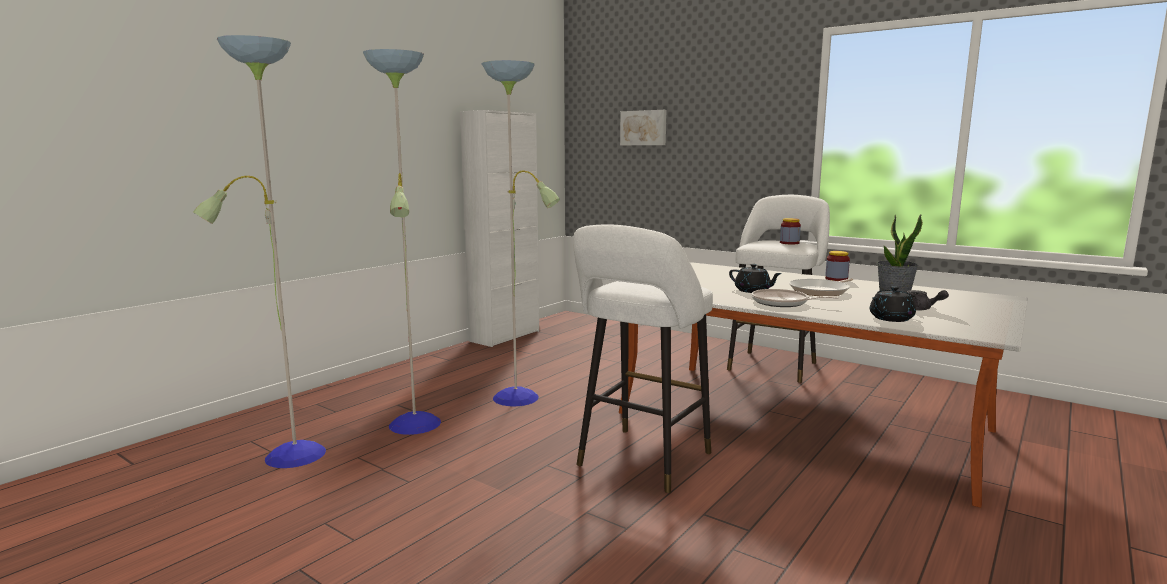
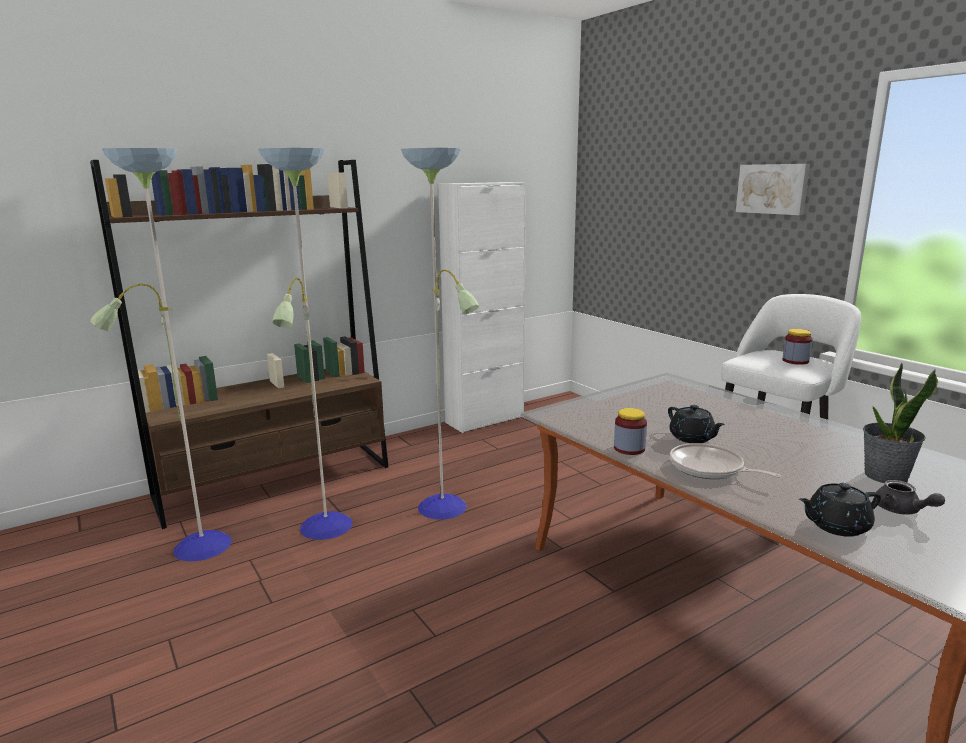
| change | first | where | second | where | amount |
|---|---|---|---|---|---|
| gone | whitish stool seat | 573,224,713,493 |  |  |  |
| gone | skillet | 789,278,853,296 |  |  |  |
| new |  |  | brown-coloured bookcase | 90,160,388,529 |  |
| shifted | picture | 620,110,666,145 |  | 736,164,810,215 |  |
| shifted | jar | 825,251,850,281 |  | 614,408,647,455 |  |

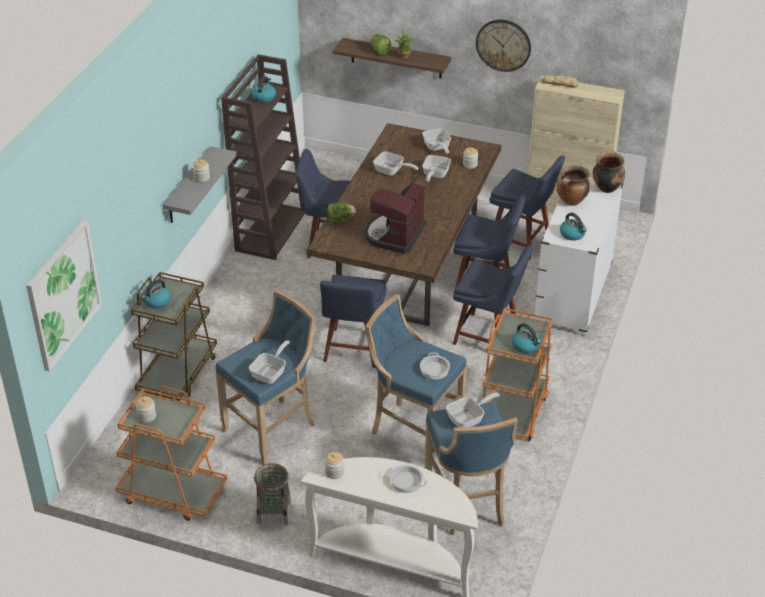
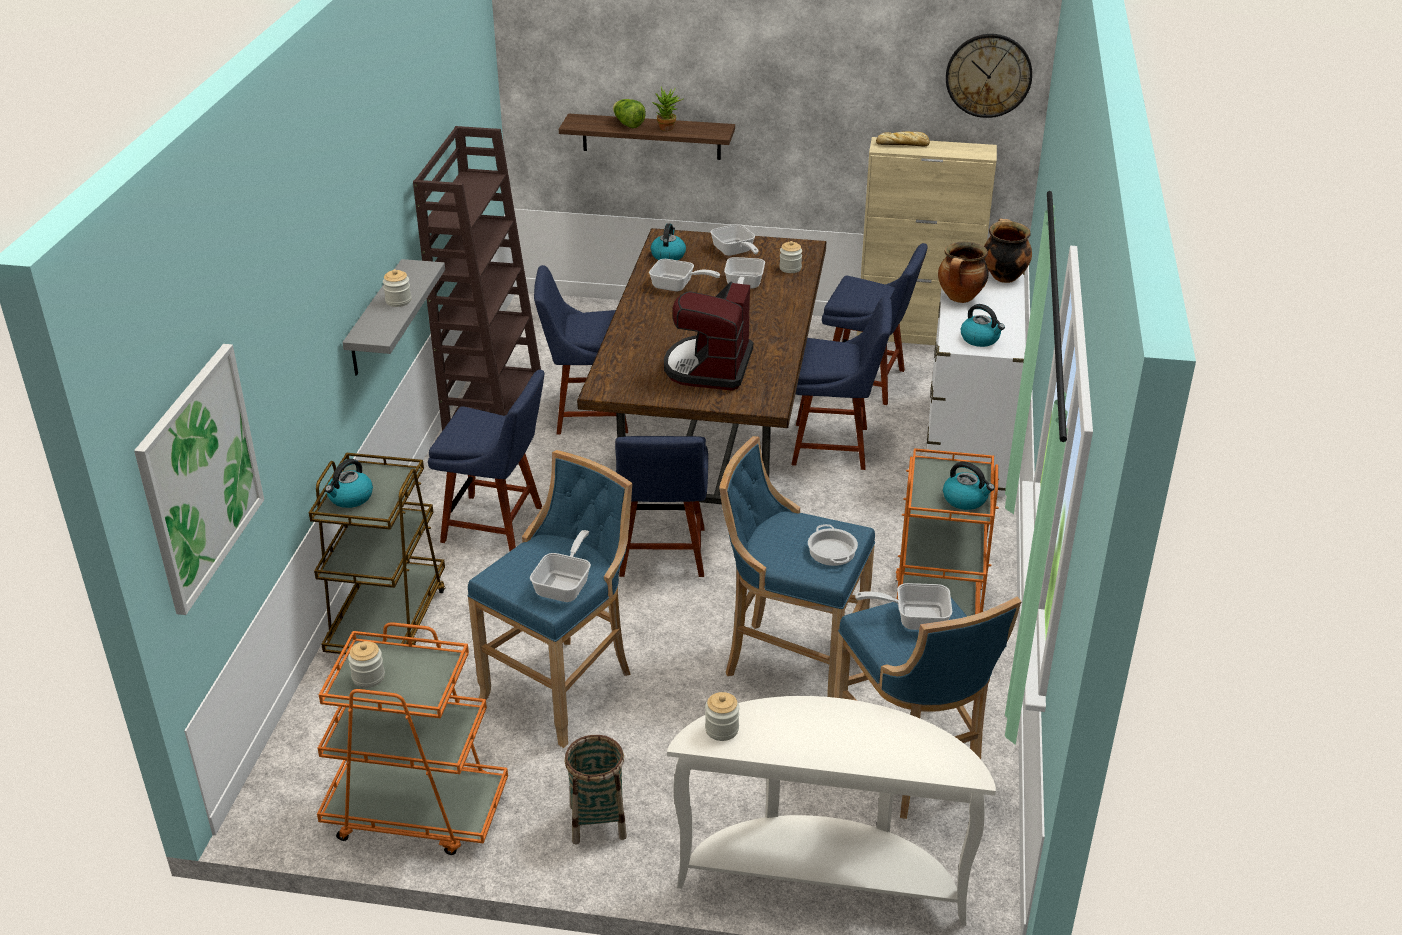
| change | first | where | second | where | amount |
|---|---|---|---|---|---|
| gone | lettuce head | 327,203,356,223 |  |  |  |
| gone | saucepot | 386,465,427,493 |  |  |  |
| shifted | kettle | 252,76,276,103 |  | 651,223,686,260 |  |
| shifted | blue-coloured upright chair | 453,245,533,345 |  | 428,370,544,551 |  |
| shifted | wall clock | 476,19,531,72 |  | 946,34,1032,118 |  |
| rotated | skillet | 446,393,500,427 |  | 855,583,952,630 | 135 degrees counterclockwise |

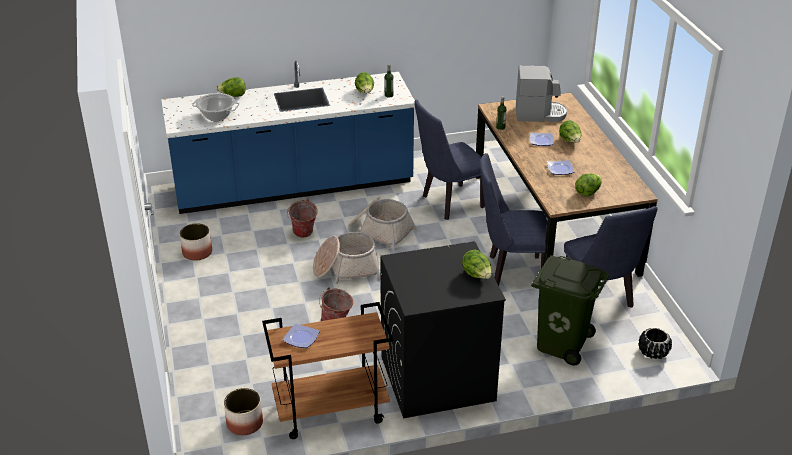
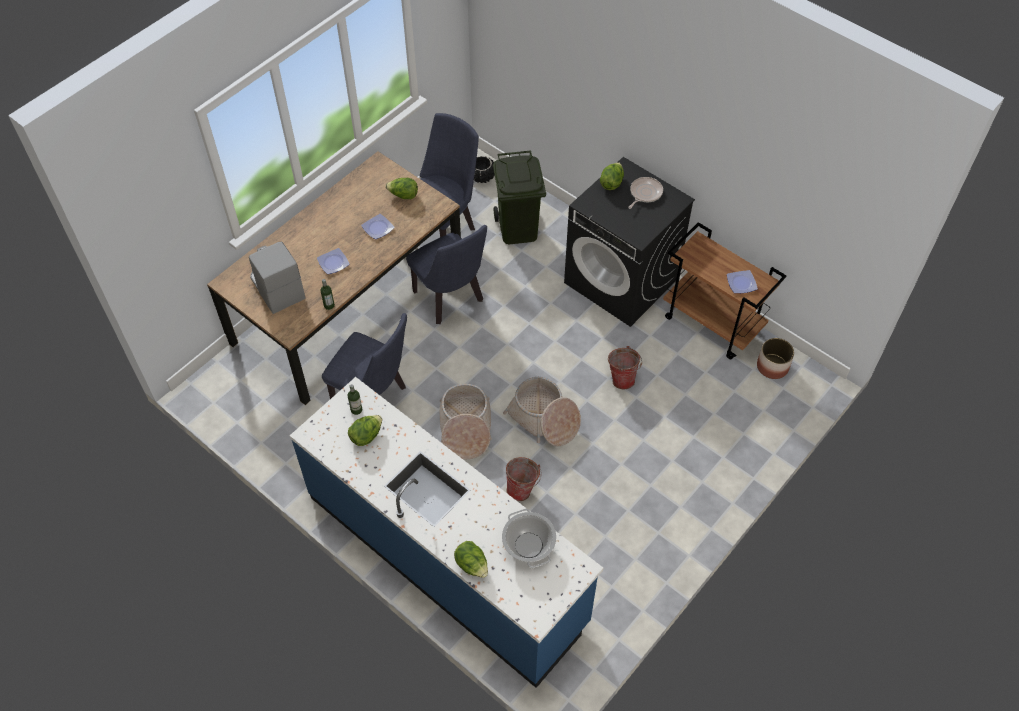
| change | first | where | second | where | amount |
|---|---|---|---|---|---|
| gone | planter | 180,223,212,261 |  |  |  |
| gone | lettuce head | 559,120,581,143 |  |  |  |
| new |  |  | skillet | 628,177,663,209 |  |

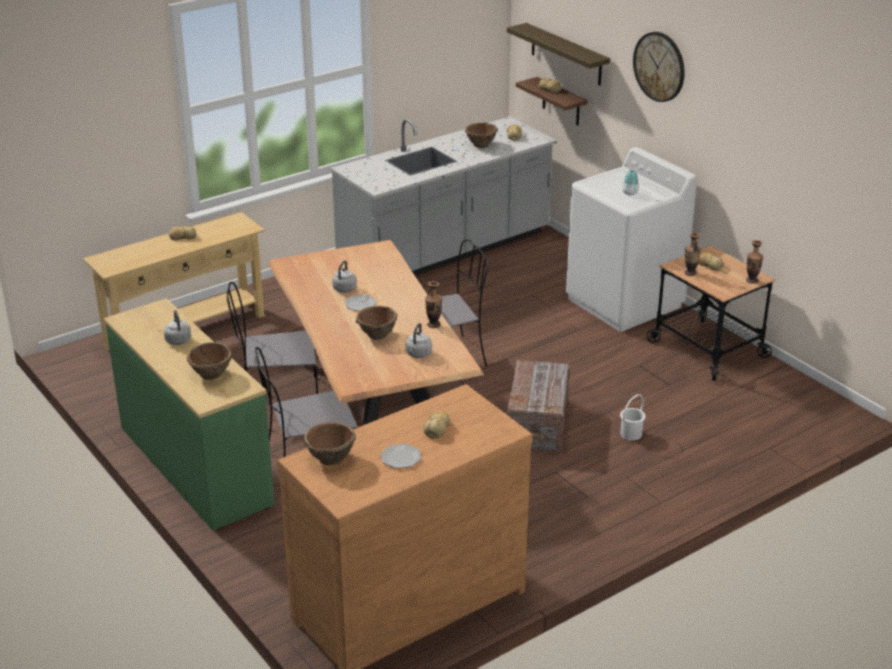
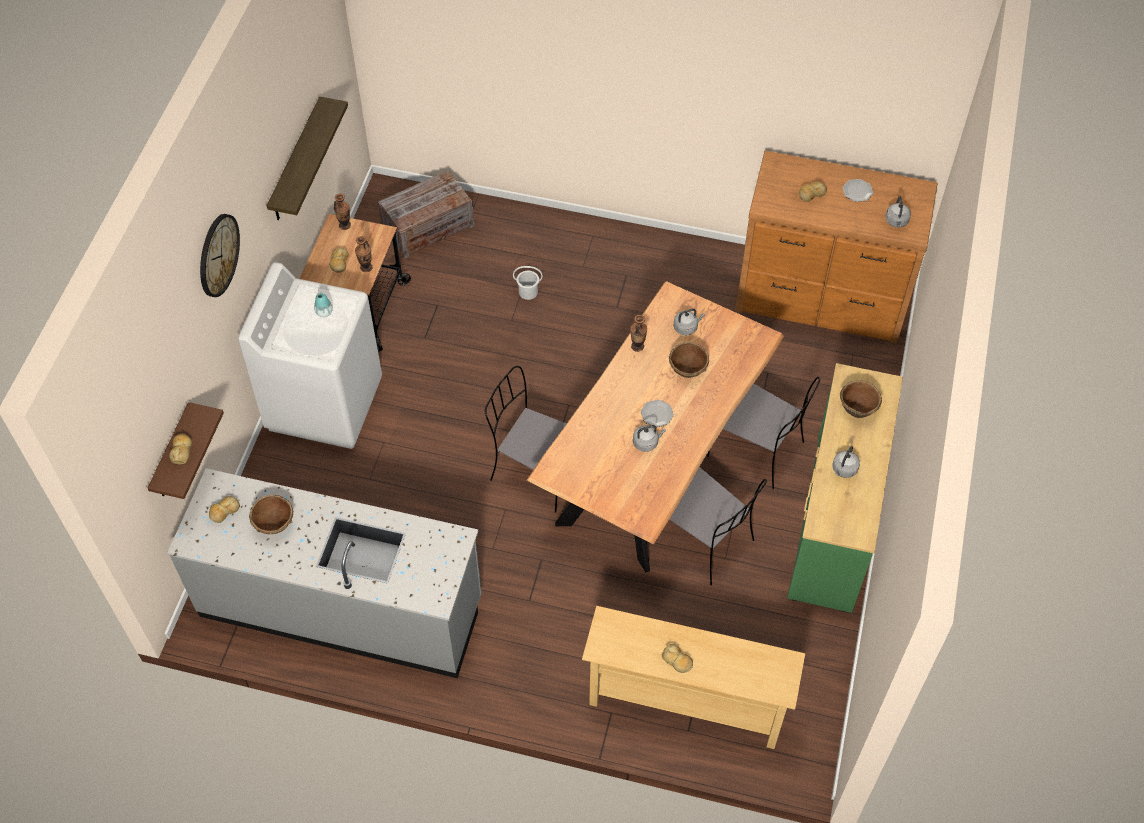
| change | first | where | second | where | amount |
|---|---|---|---|---|---|
| shifted | shelf | 507,23,610,85 |  | 267,96,348,220 |  |
| shifted | crate | 507,360,570,453 |  | 378,170,474,259 |  |
| swapped | brown-coloured serving bowl | 304,422,356,466 | greyish kettle | 885,196,911,228 |  |

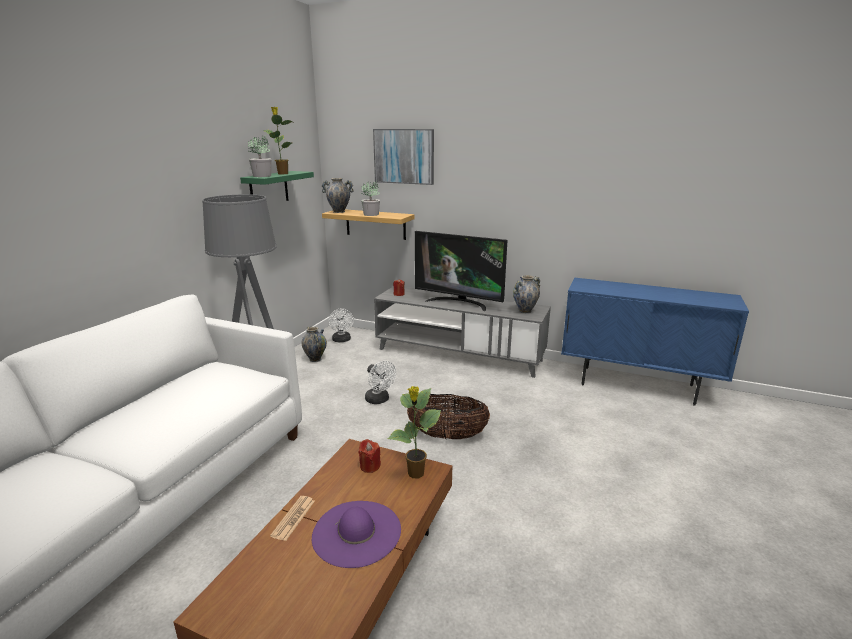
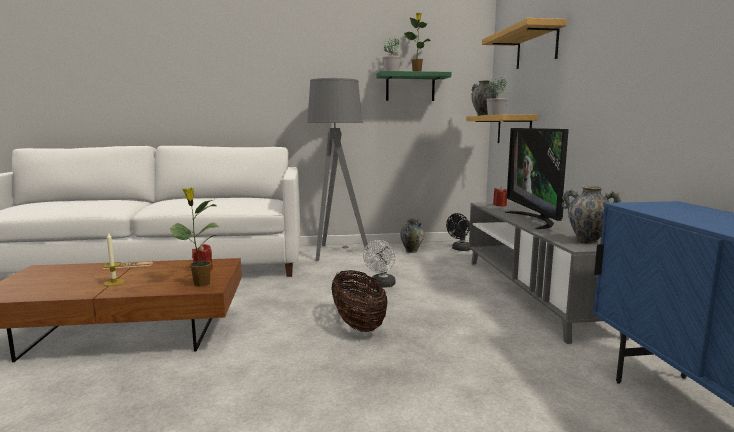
| change | first | where | second | where | amount |
|---|---|---|---|---|---|
| swapped | purple clothing hat | 312,501,401,568 | wax light | 103,232,125,286 |  |
| swapped | picture | 373,129,434,185 | shelf | 482,18,567,69 |  |
| repainted | whitish electric fan | 329,308,354,342 | black-coloured electric fan | 446,213,471,251 |  |

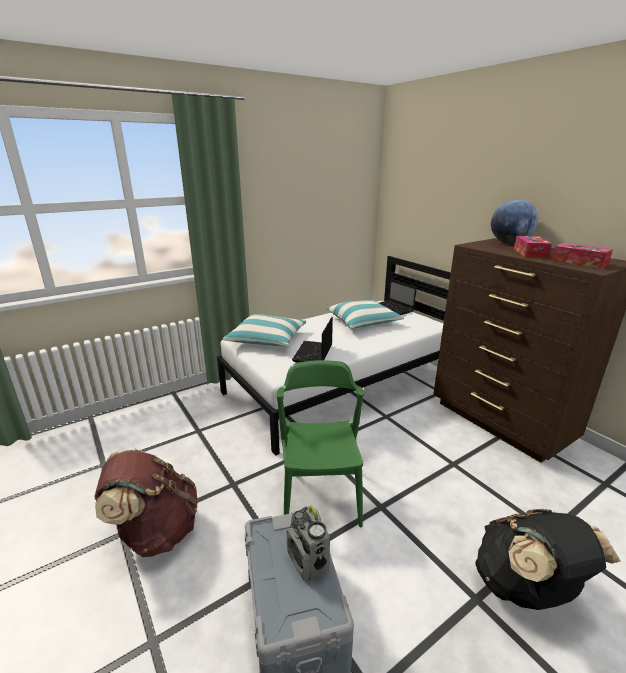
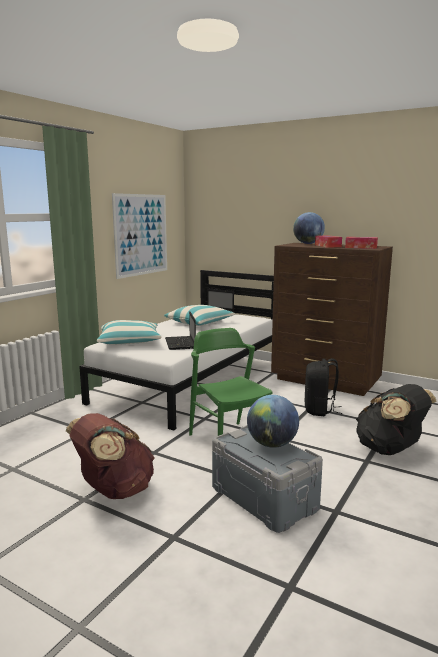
| change | first | where | second | where | amount |
|---|---|---|---|---|---|
| new |  |  | picture | 112,193,167,279 |  |
| new |  |  | black-coloured rucksack | 305,358,343,416 |  |
| swapped | radio | 286,506,330,581 | world globe | 247,395,299,448 |  |

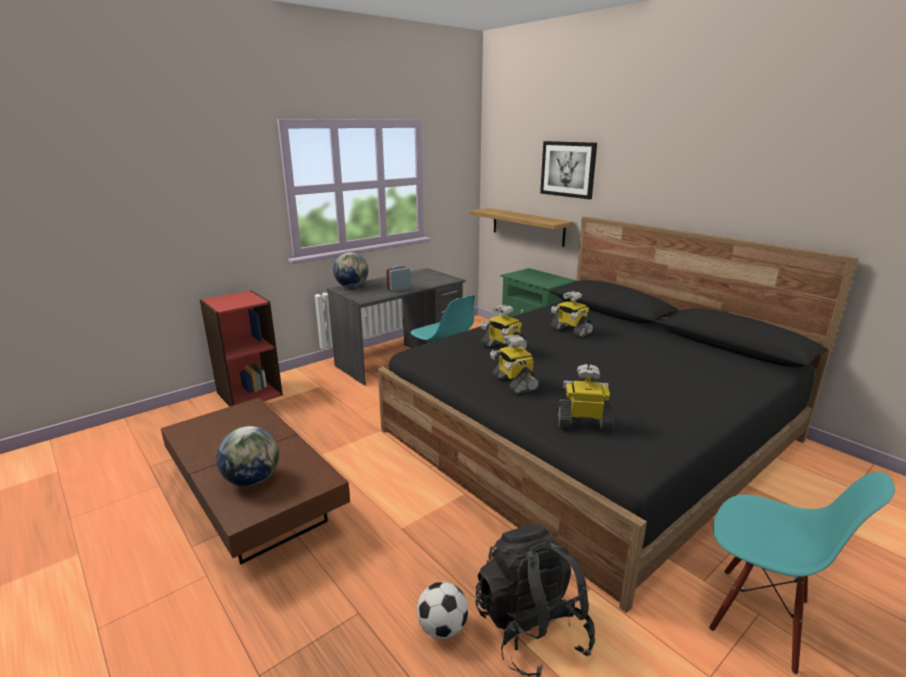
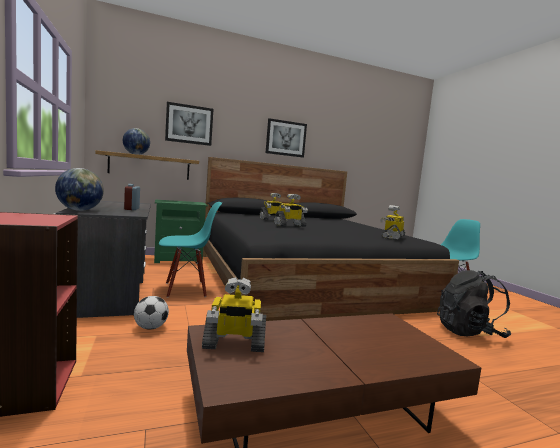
| change | first | where | second | where | amount |
|---|---|---|---|---|---|
| new |  |  | picture | 266,118,307,157 |  |
| shifted | world globe | 216,426,279,487 |  | 123,128,150,155 |  |
| shifted | football ball | 417,582,468,639 |  | 134,296,169,330 |  |
| shifted | toy robot | 490,335,540,394 |  | 202,277,266,352 |  |

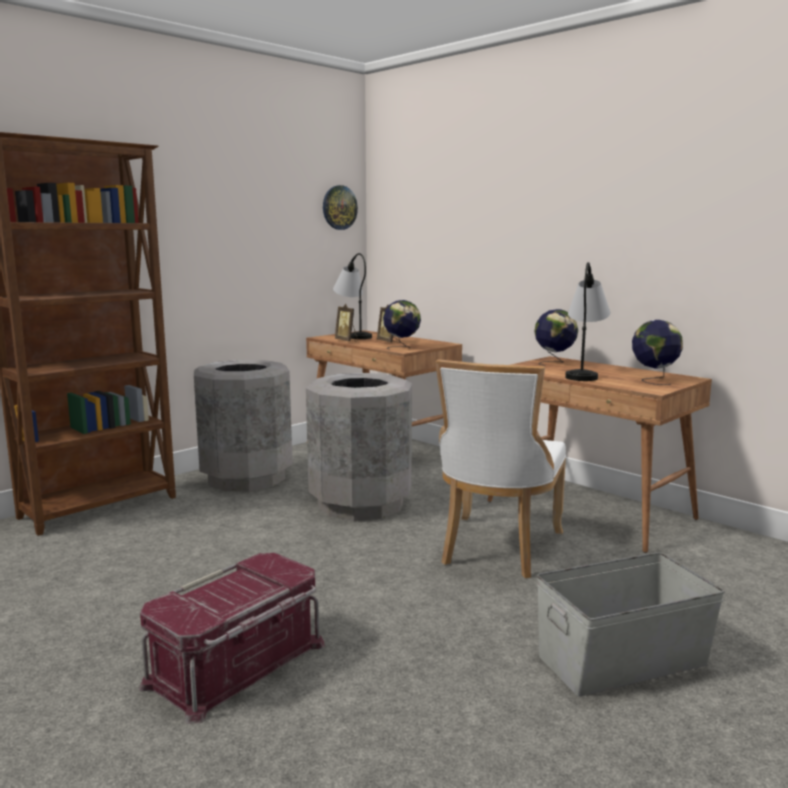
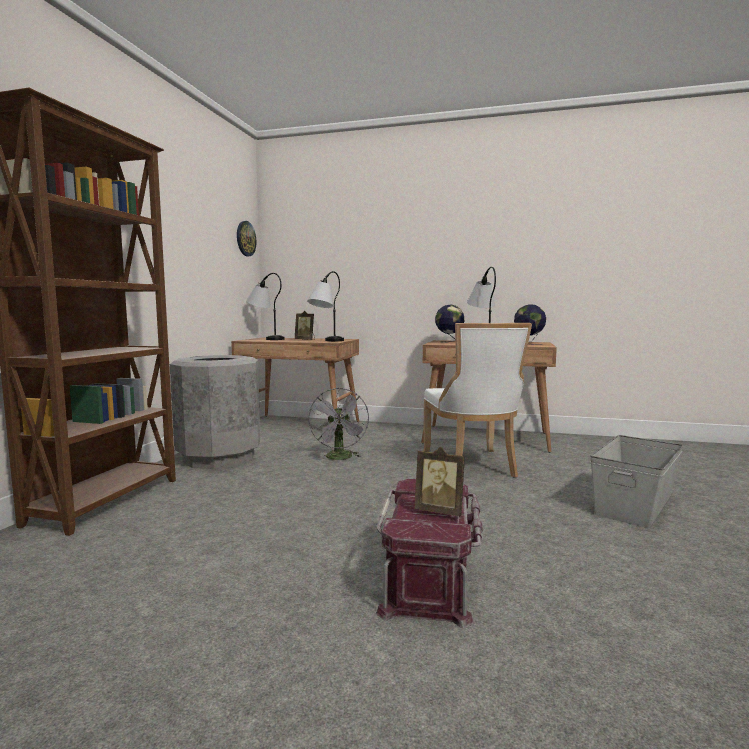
| change | first | where | second | where | amount |
|---|---|---|---|---|---|
| shifted | picture frame | 335,304,358,342 |  | 414,447,465,516 |  |
| swapped | greyish trash can | 306,373,412,521 | greyish electric fan | 308,388,369,460 |  |
| swapped | world globe | 383,300,421,349 | lamp for a table | 307,271,344,341 |  |

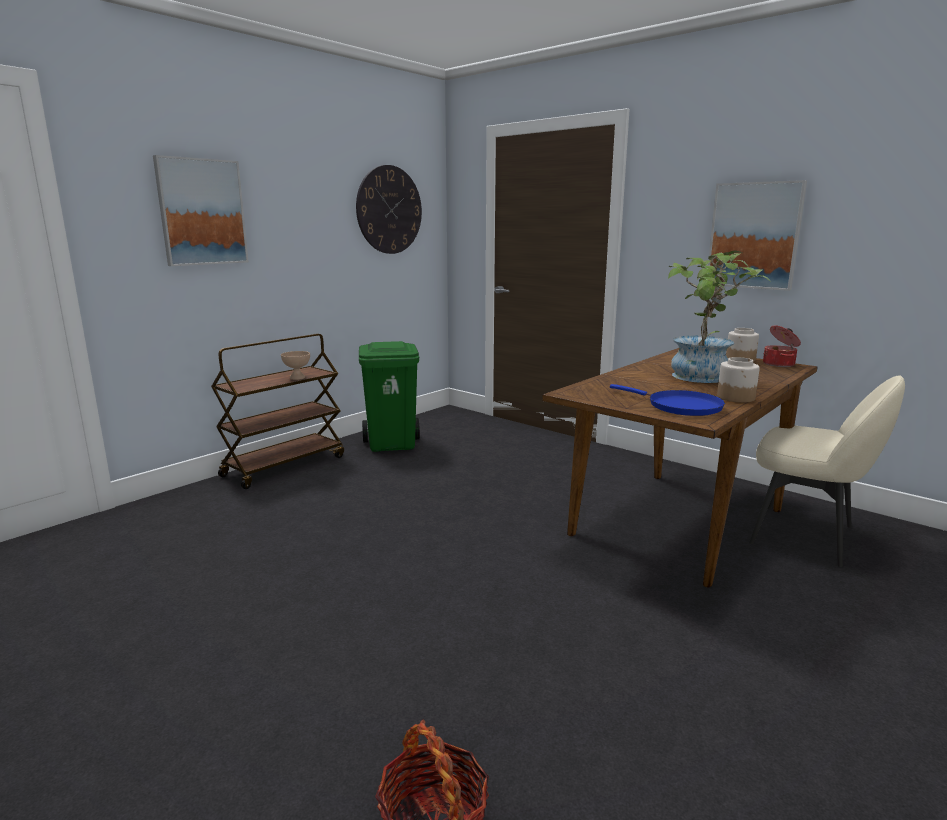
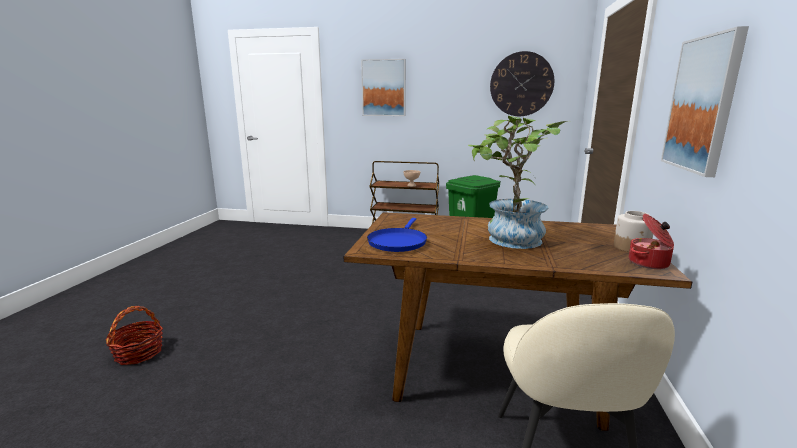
| change | first | where | second | where | amount |
|---|---|---|---|---|---|
| gone | jar | 717,357,760,403 |  |  |  |

